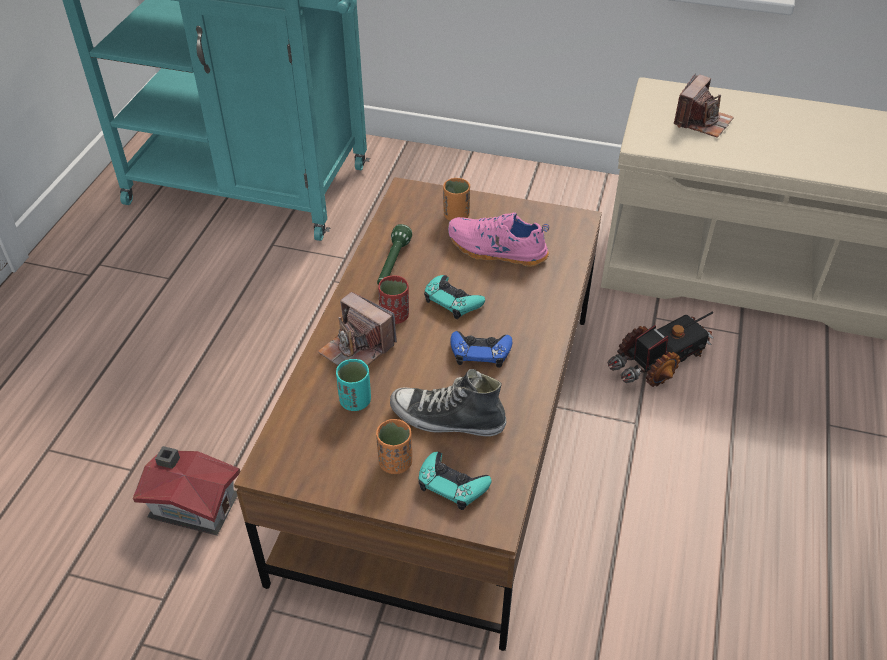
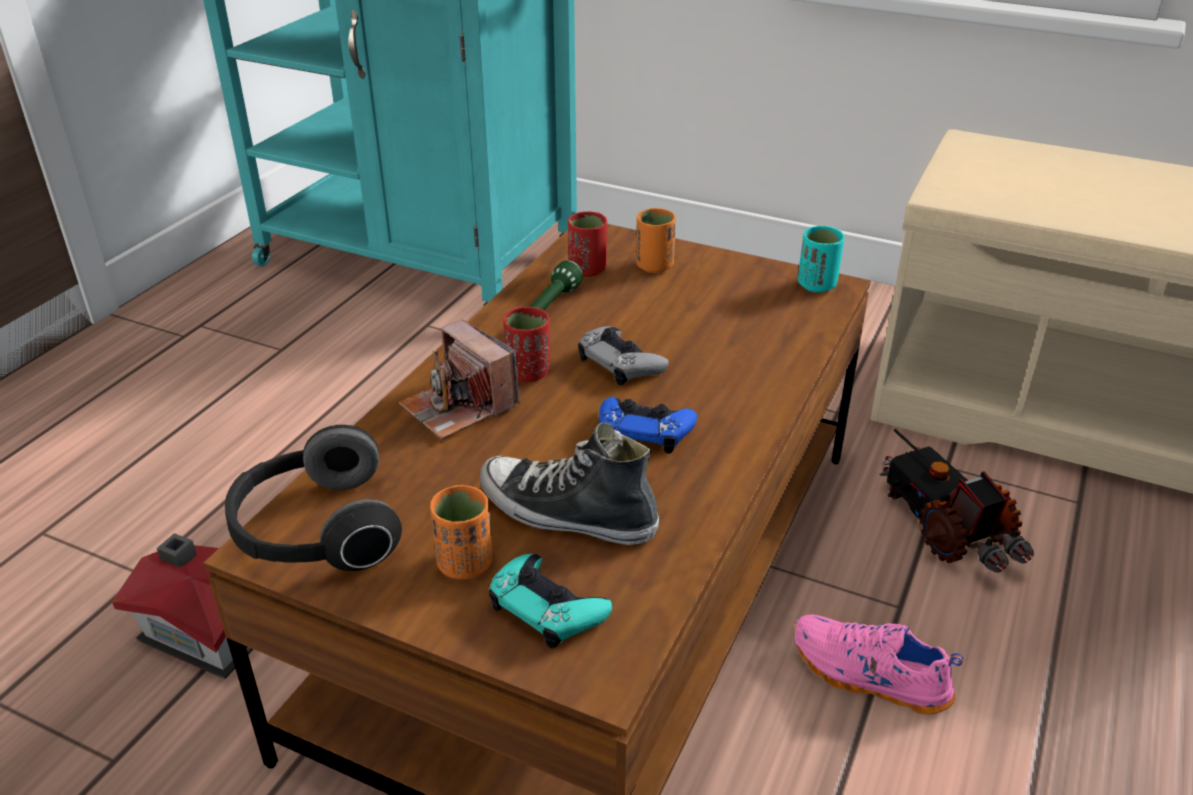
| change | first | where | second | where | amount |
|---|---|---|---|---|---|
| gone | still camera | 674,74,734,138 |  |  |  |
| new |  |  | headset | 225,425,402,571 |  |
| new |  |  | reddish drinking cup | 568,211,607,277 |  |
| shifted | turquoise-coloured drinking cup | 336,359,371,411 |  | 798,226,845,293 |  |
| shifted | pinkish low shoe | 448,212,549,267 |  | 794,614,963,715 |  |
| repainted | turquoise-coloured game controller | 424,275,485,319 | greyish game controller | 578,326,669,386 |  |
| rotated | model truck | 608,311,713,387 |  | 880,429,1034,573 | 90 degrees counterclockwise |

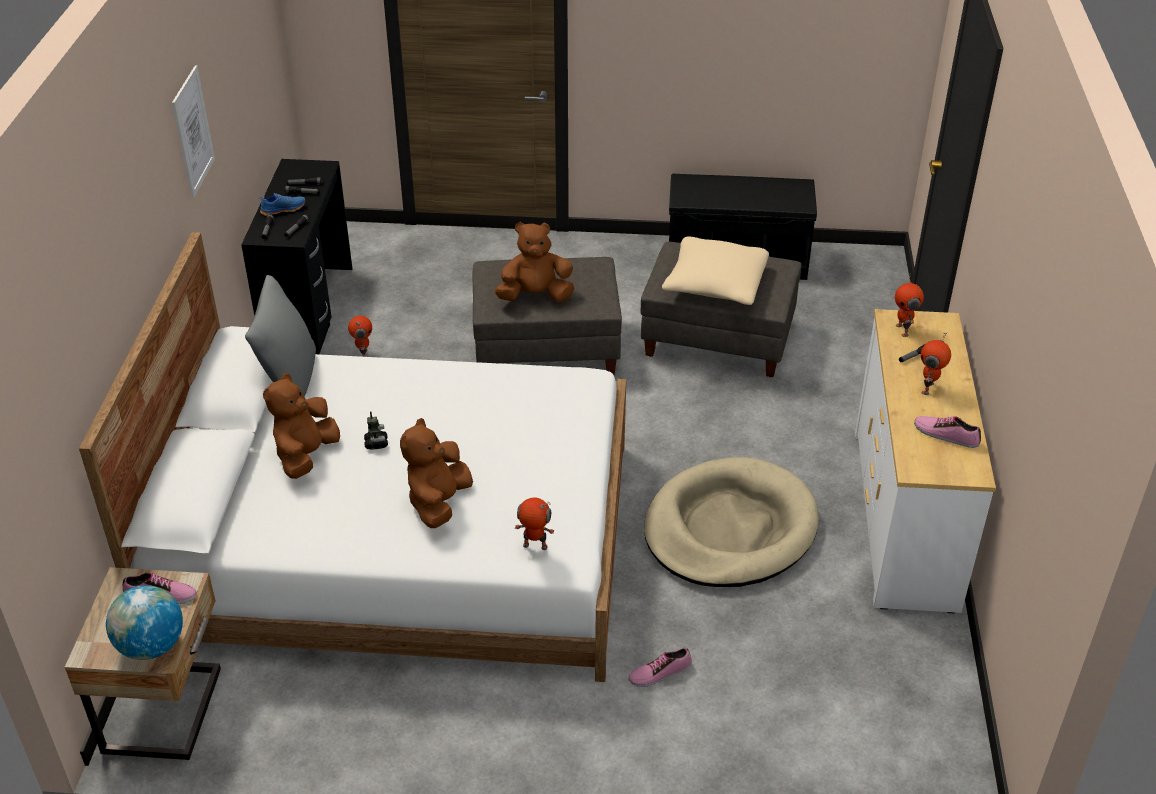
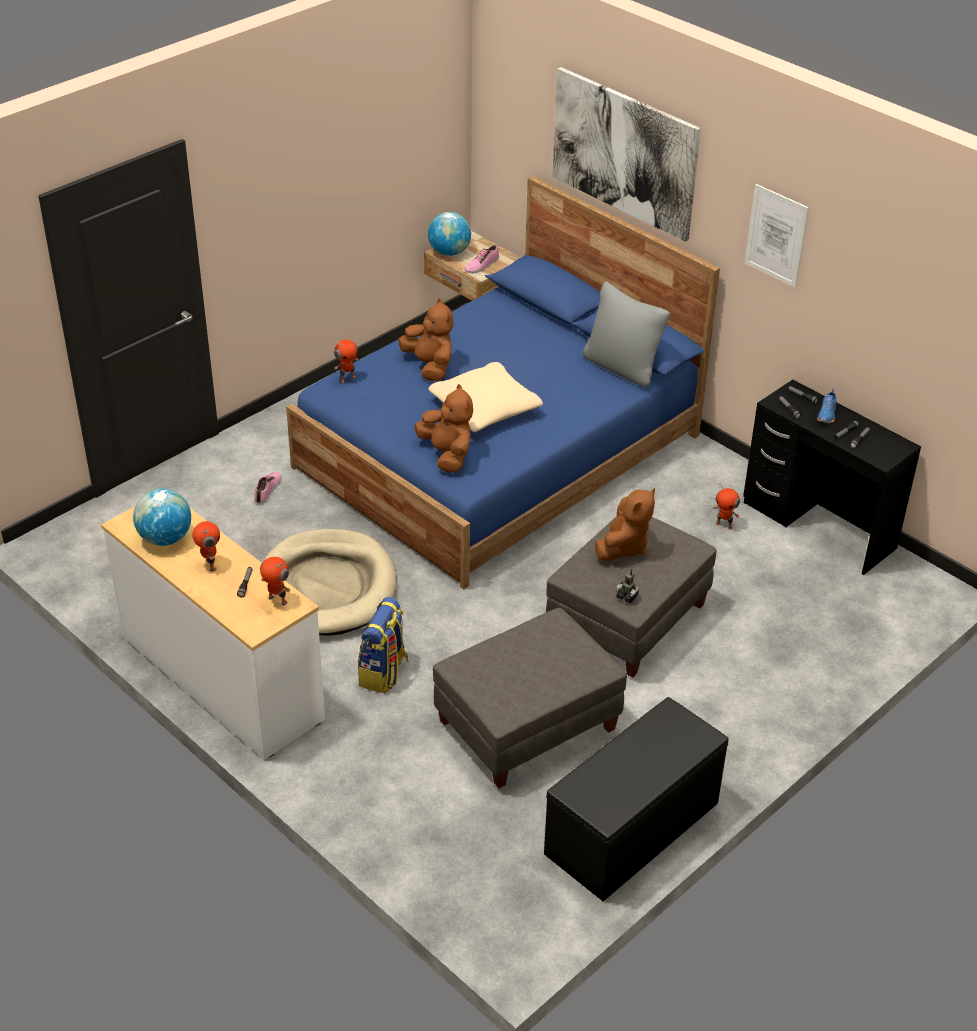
| change | first | where | second | where | amount |
|---|---|---|---|---|---|
| new |  |  | rucksack | 358,597,409,693 |  |
| new |  |  | picture | 552,67,701,242 |  |
| shifted | brown-coloured cuddly toy | 263,373,340,479 |  | 414,384,473,473 |  |
| shifted | toy robot | 364,412,388,449 |  | 616,569,639,603 |  |
| shifted | beige throw pillow | 662,237,769,305 |  | 428,362,543,432 |  |
| swapped | low shoe | 914,416,981,448 | world globe | 133,489,191,546 |  |
| repainted | whitish sleeping bed | 79,232,626,682 | blue-coloured sleeping bed | 286,176,720,589 |  |

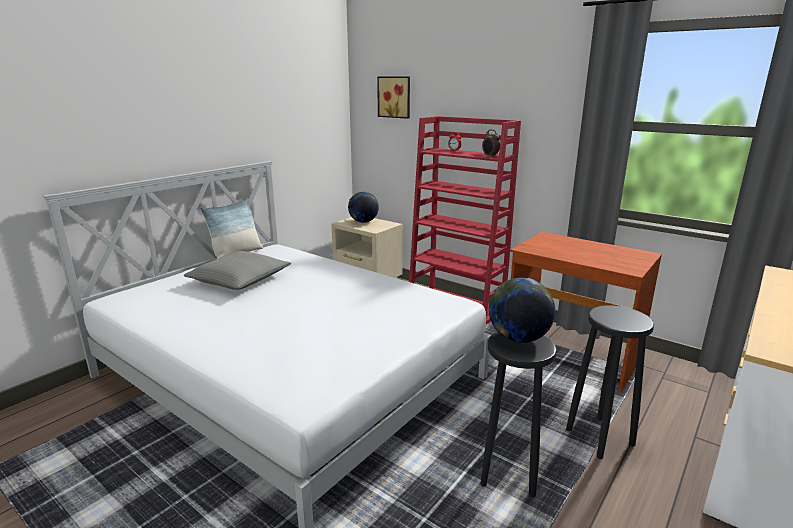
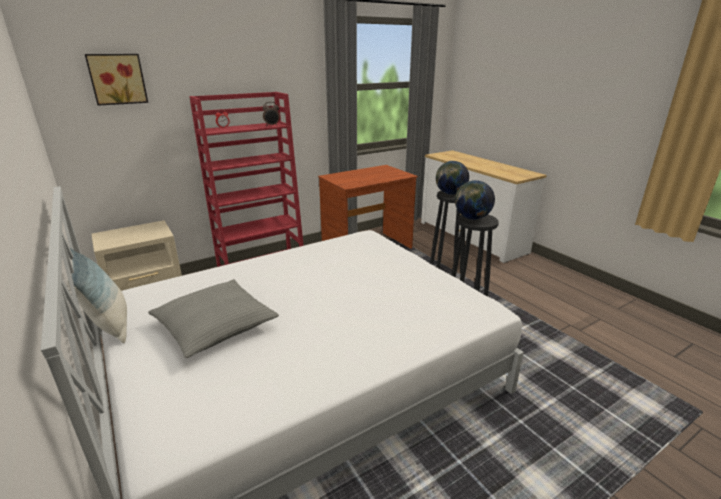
| change | first | where | second | where | amount |
|---|---|---|---|---|---|
| shifted | world globe | 348,192,379,223 |  | 436,161,469,195 |  |

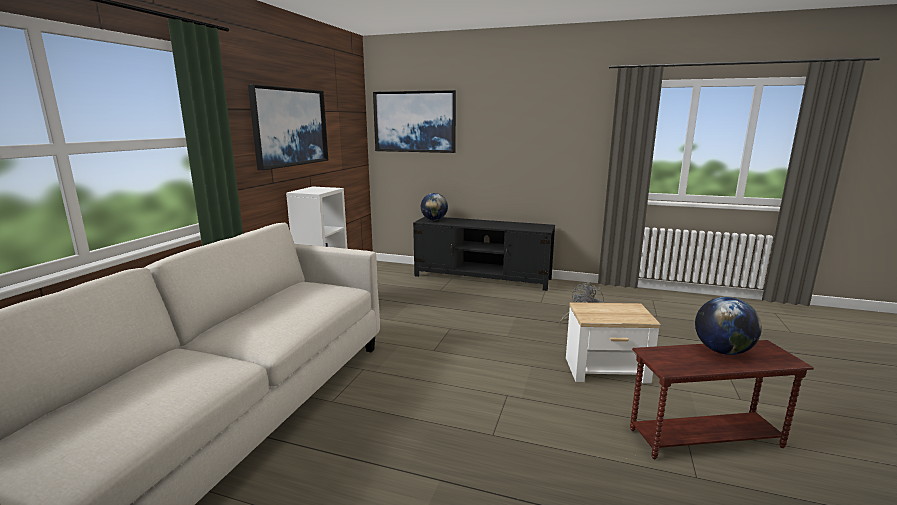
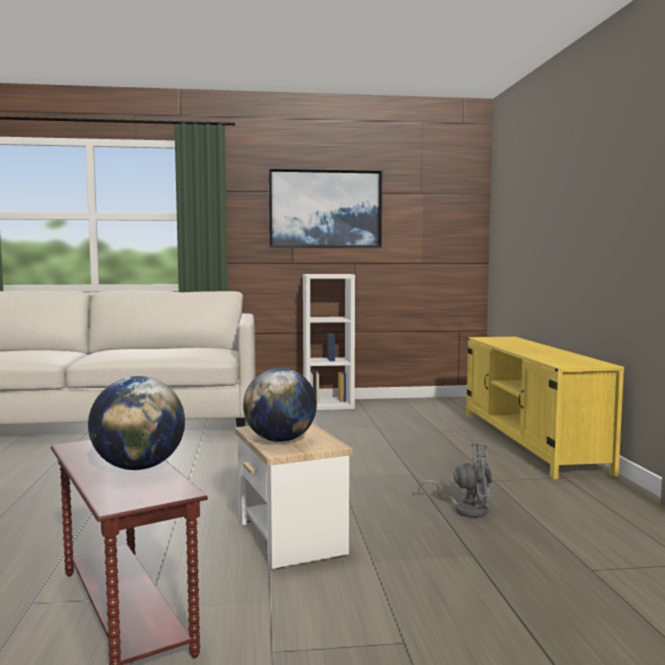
| change | first | where | second | where | amount |
|---|---|---|---|---|---|
| gone | picture | 373,90,456,153 |  |  |  |
| shifted | world globe | 421,193,448,220 |  | 243,368,317,442 |  |
| repainted | black-coloured tv stand | 413,217,555,291 | yellowish tv stand | 466,337,624,479 |  |

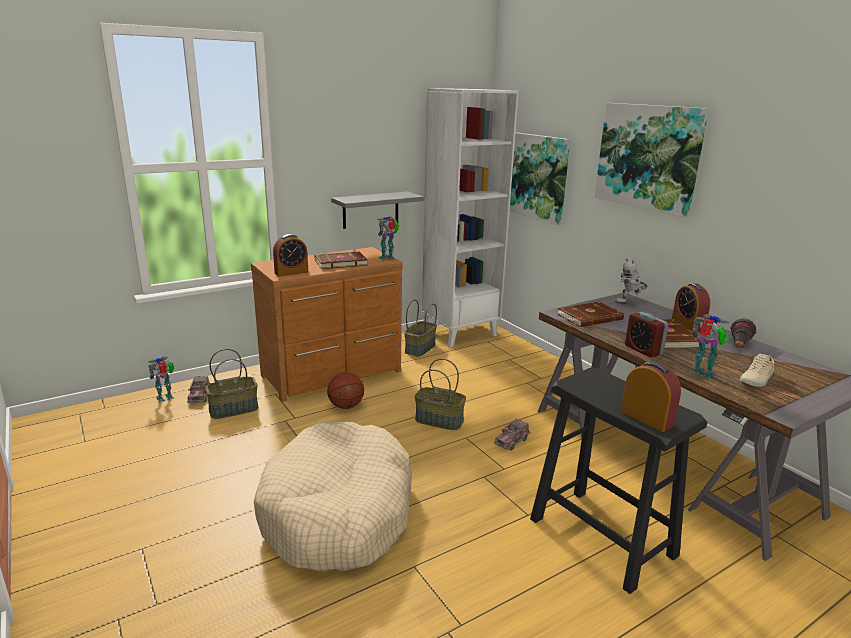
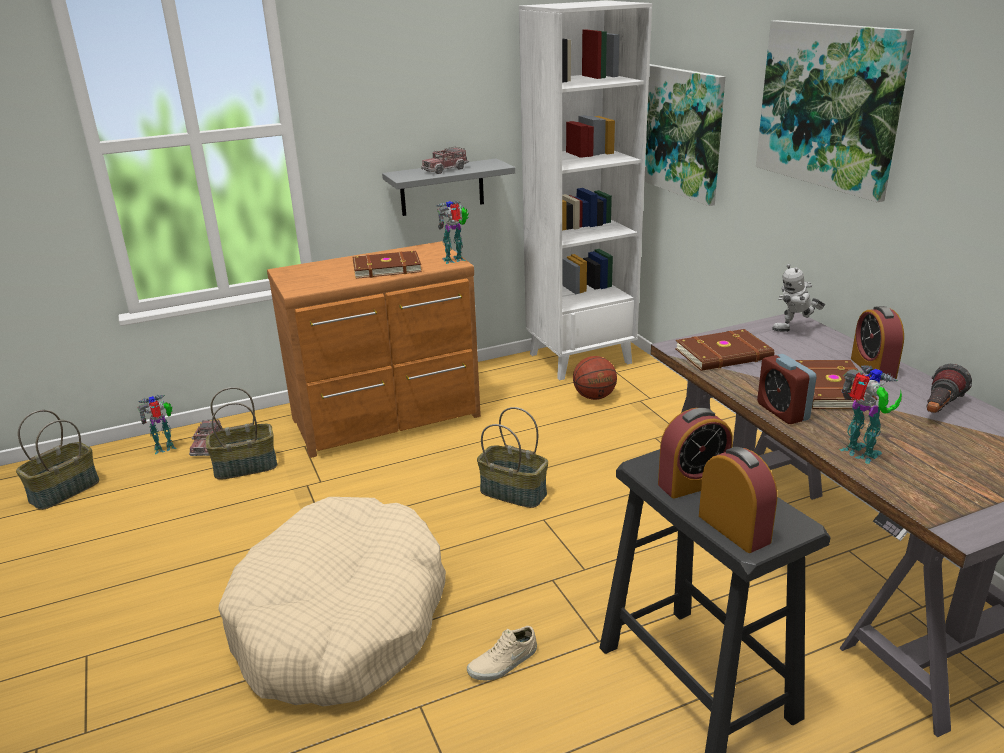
| change | first | where | second | where | amount |
|---|---|---|---|---|---|
| shifted | table clock | 273,234,308,277 |  | 658,408,733,499 |  |
| shifted | basketball | 327,372,364,409 |  | 573,356,617,400 |  |
| shifted | basket | 404,300,437,357 |  | 16,410,99,510 |  |
| shifted | model truck | 494,419,531,451 |  | 421,147,469,174 |  |
| shifted | beige low shoe | 740,354,774,387 |  | 467,626,537,680 |  |

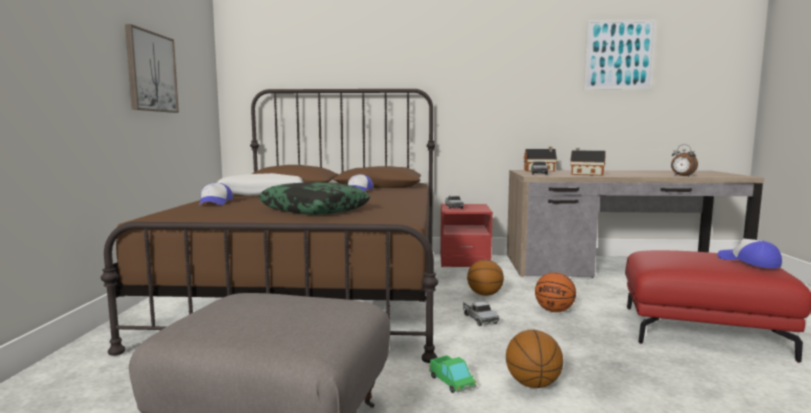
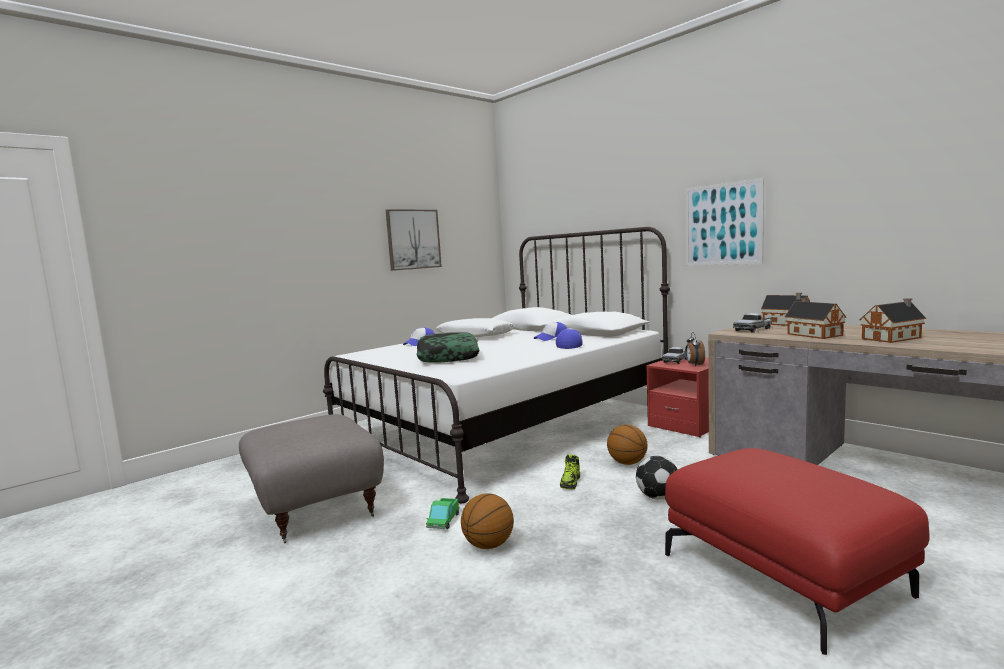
| change | first | where | second | where | amount |
|---|---|---|---|---|---|
| new |  |  | miniature house | 860,298,926,343 |  |
| shifted | picture | 584,19,657,90 |  | 685,178,764,266 |  |
| shifted | table clock | 671,145,698,176 |  | 685,332,705,366 |  |
| shifted | peaked cap | 717,239,782,269 |  | 556,328,583,349 |  |
| swapped | model truck | 463,301,500,326 | low shoe | 560,454,580,489 |  |
| swapped | basketball | 535,272,576,312 | football ball | 636,456,678,500 |  |
| repainted | brown-coloured sleeping bed | 101,89,438,363 | whitish sleeping bed | 323,227,670,503 |  |

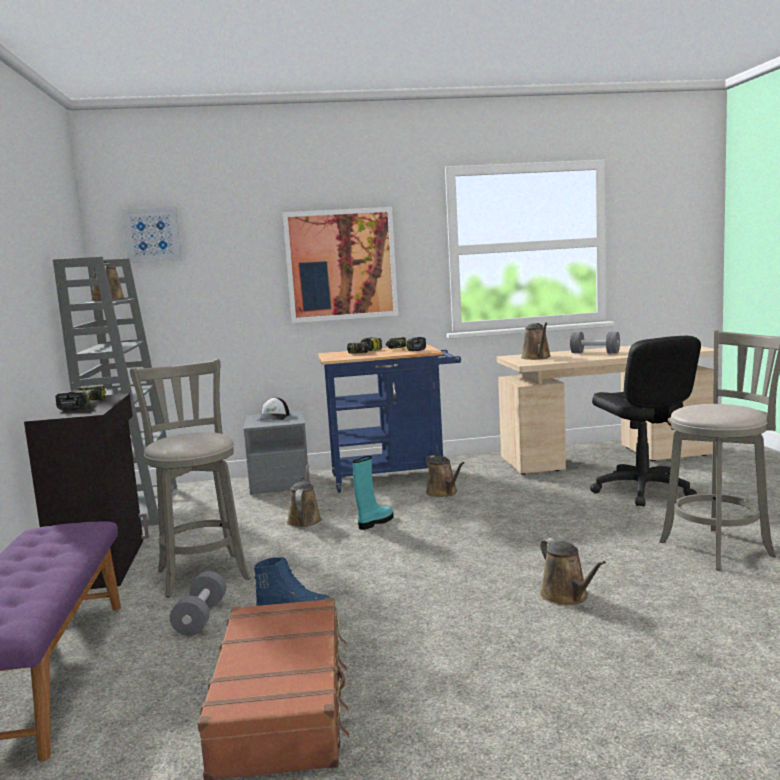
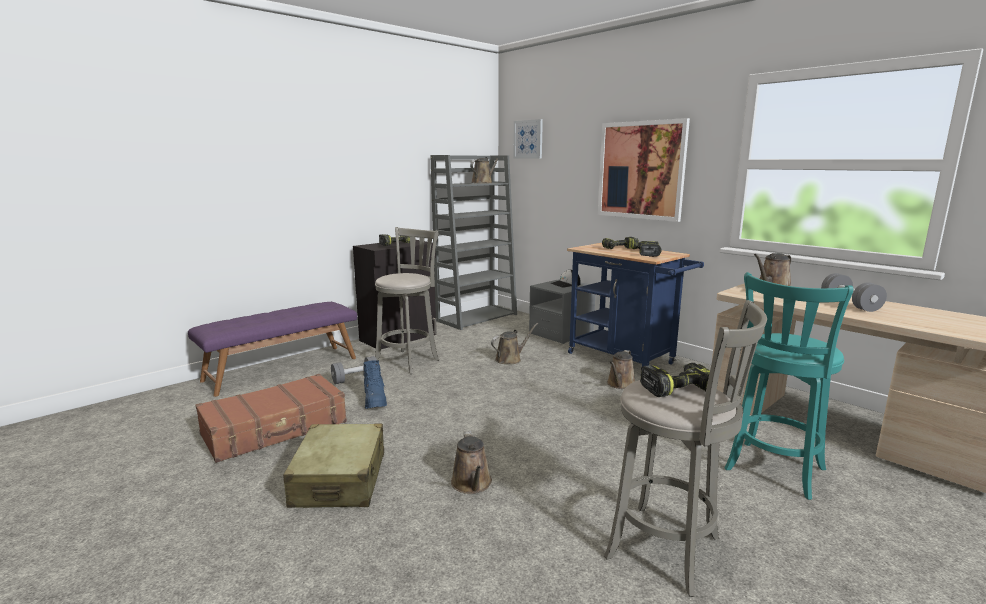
| change | first | where | second | where | amount |
|---|---|---|---|---|---|
| gone | turquoise-coloured high-top boot | 353,456,393,530 |  |  |  |
| new |  |  | beige travel case | 283,424,384,508 |  |
| new |  |  | power drill | 640,363,718,397 |  |
| swapped | black-coloured computer chair | 590,336,701,506 | turquoise-coloured stool seat | 725,272,853,500 |  |
| rotated | brown-coloured watering can | 540,538,606,605 |  | 451,431,492,494 | 45 degrees counterclockwise |

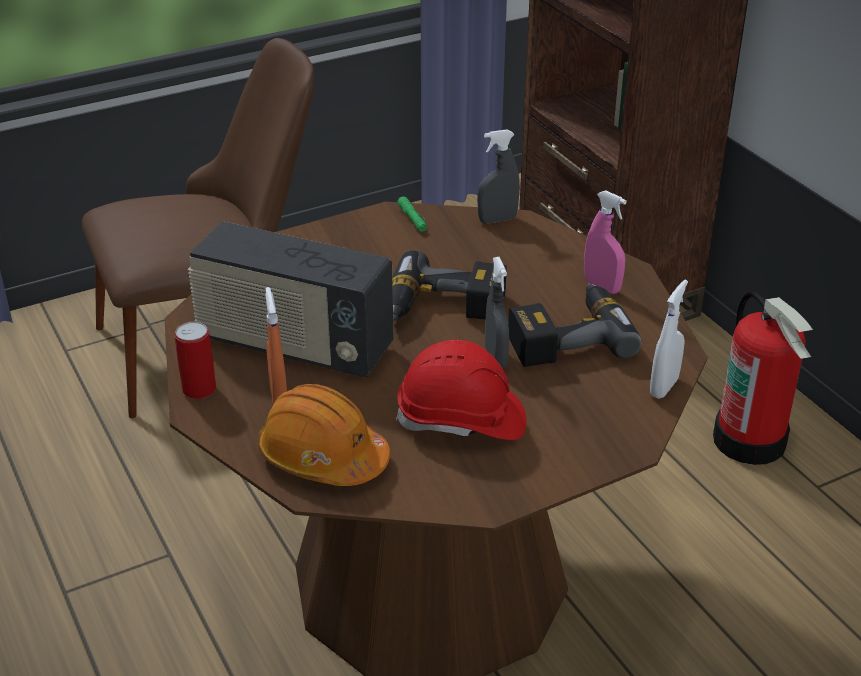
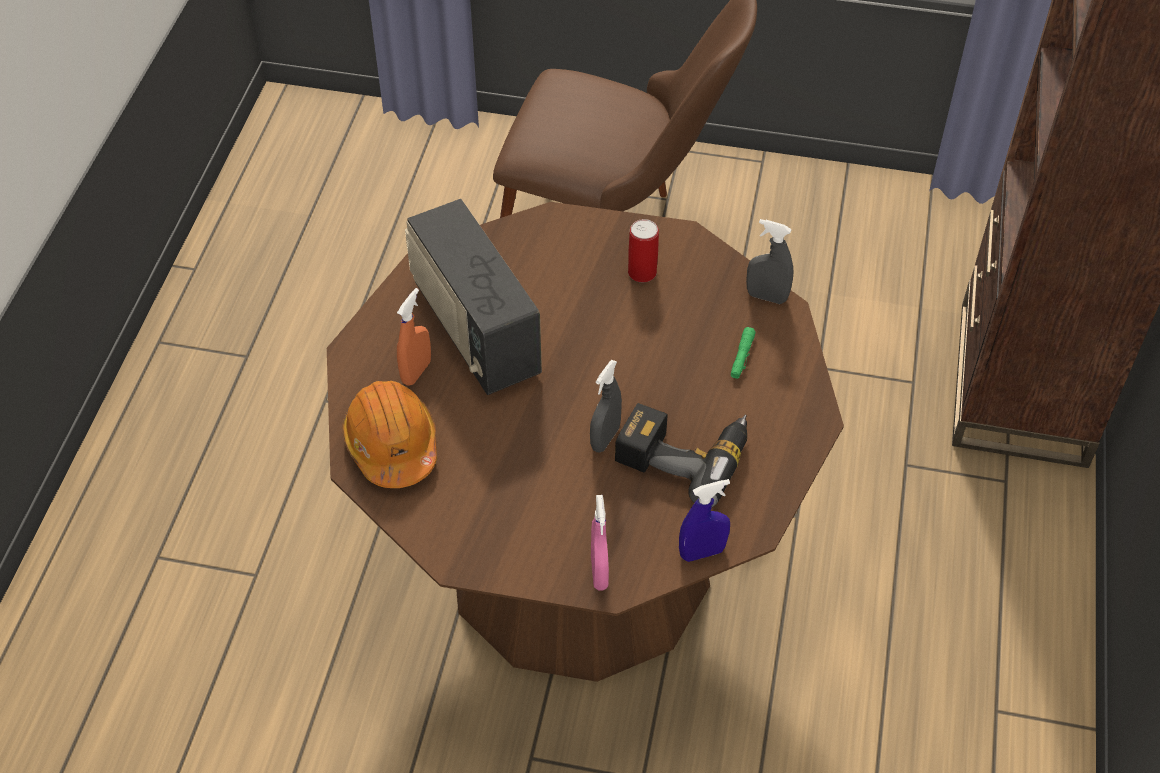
| change | first | where | second | where | amount |
|---|---|---|---|---|---|
| gone | power drill | 392,250,507,321 |  |  |  |
| gone | reddish safety helmet | 396,340,526,440 |  |  |  |
| gone | extinguisher | 713,291,813,465 |  |  |  |
| shifted | metal can | 175,322,216,399 |  | 628,219,659,282 |  |
| shifted | green hand torch | 397,196,427,232 |  | 731,327,756,379 |  |
| shifted | pinkish hand sprayer | 584,190,627,294 |  | 591,495,609,591 |  |
| repainted | whitish hand sprayer | 650,280,688,399 | blue-coloured hand sprayer | 679,479,730,562 |  |

